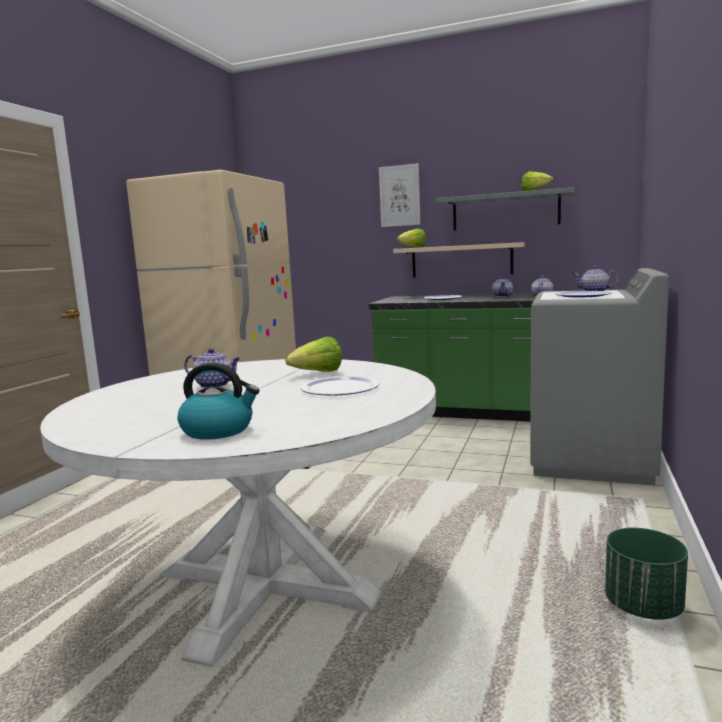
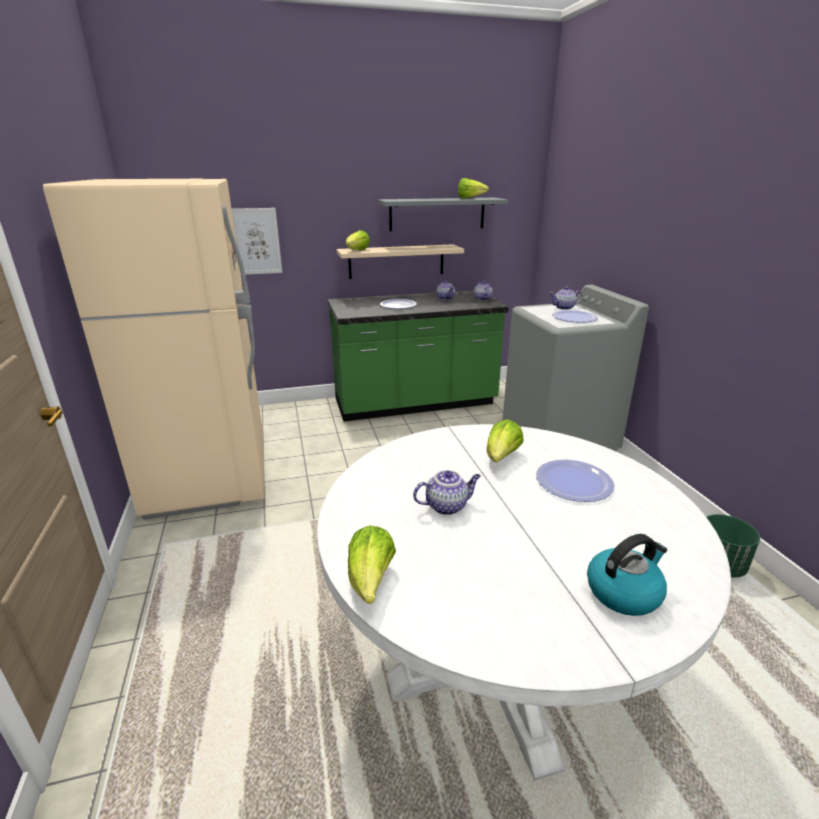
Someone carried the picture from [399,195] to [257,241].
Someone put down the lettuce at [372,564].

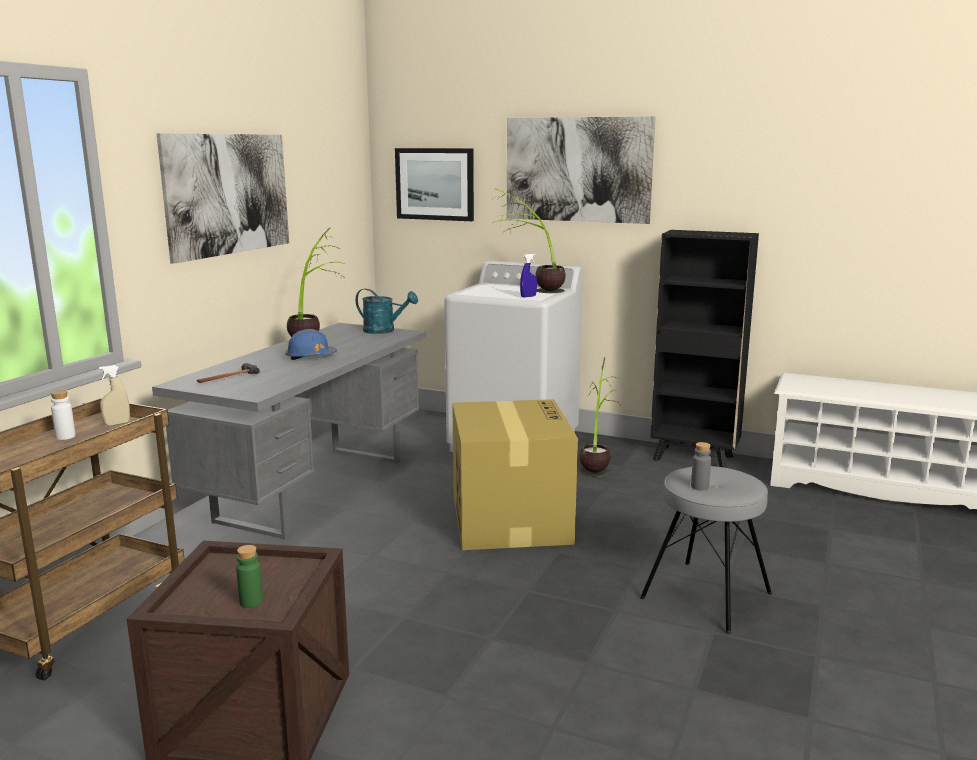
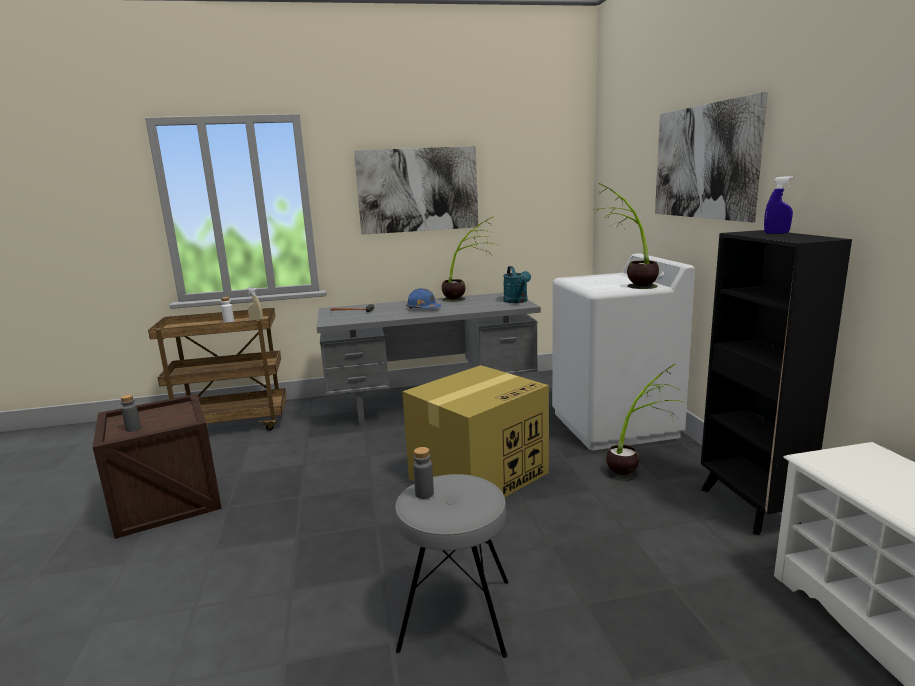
Someone repainted the green bottle at [249,576], which became the grey bottle at [130,413].
Someone took away the picture at [434,184].
Someone carried the blue spray bottle from [528,275] to [778,205].

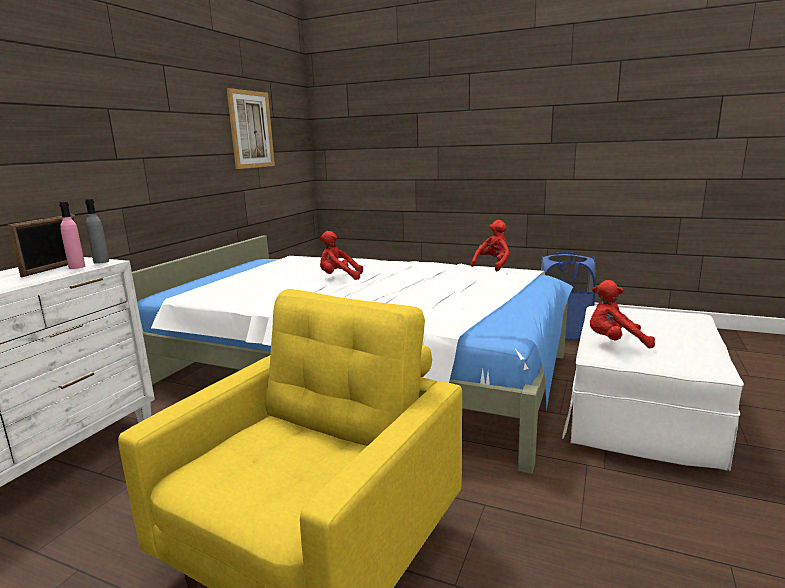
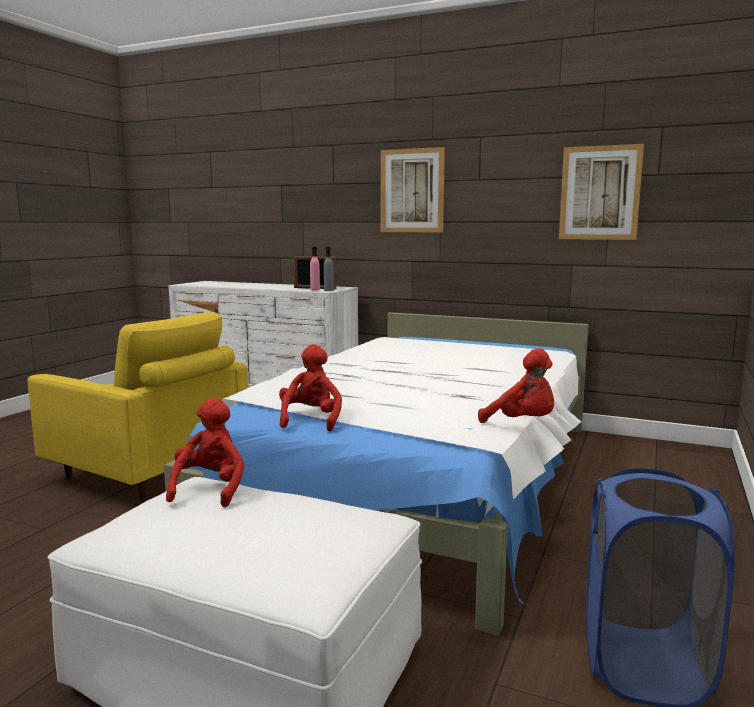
Someone carried the red plush toy from [341,255] to [310,387].
Someone put up the picture at [413,190].

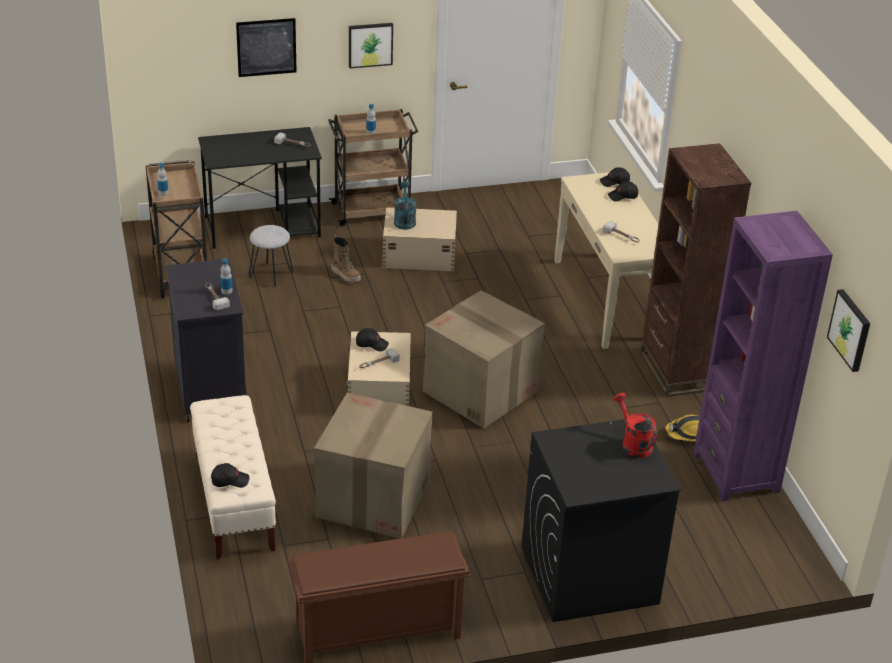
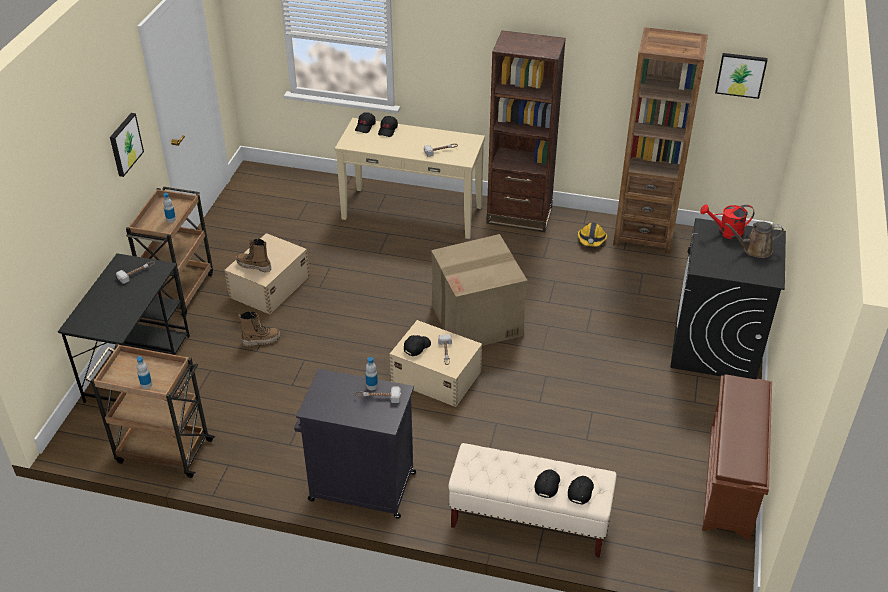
Someone took away the picture at [266,47].
Someone took away the grey stool at [271,256].
Someone took away the cardboard box at [373,466].
Someone swapped the turquoise watering can at [405,205] for the boot at [254,255].
Someone repainted the purple bookcase at [763,356], which became the brown bookcase at [660,140].
Someone put down the black cap at [547,483].
Someone put down the brown watering can at [754,239].

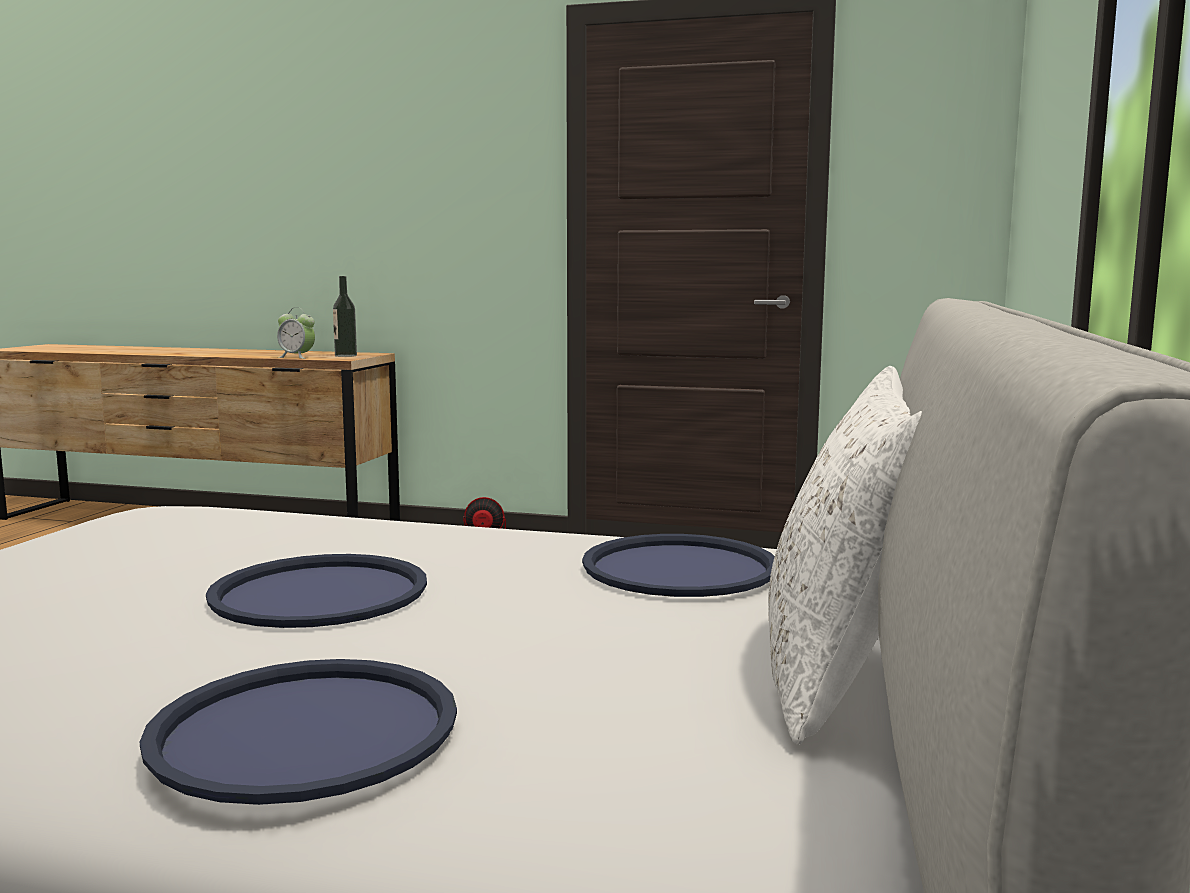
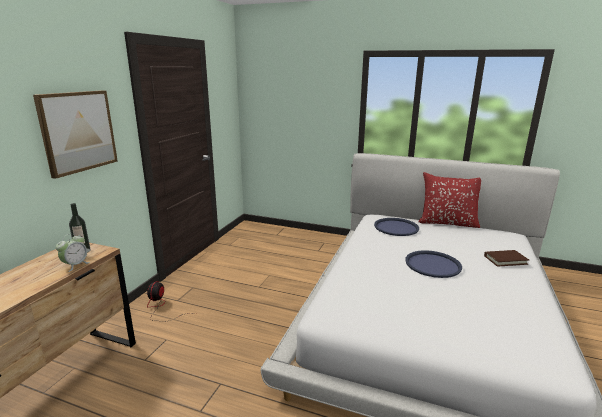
Someone swapped the blue tray at [298,732] for the brown book at [506,258].
Someone repainted the white pillow at [845,555], which became the red pillow at [449,200].
Someone put up the picture at [75,134].

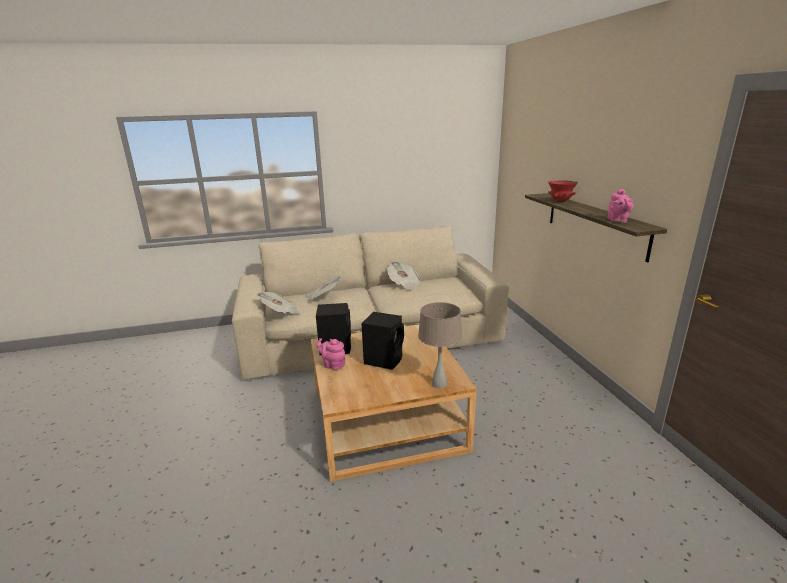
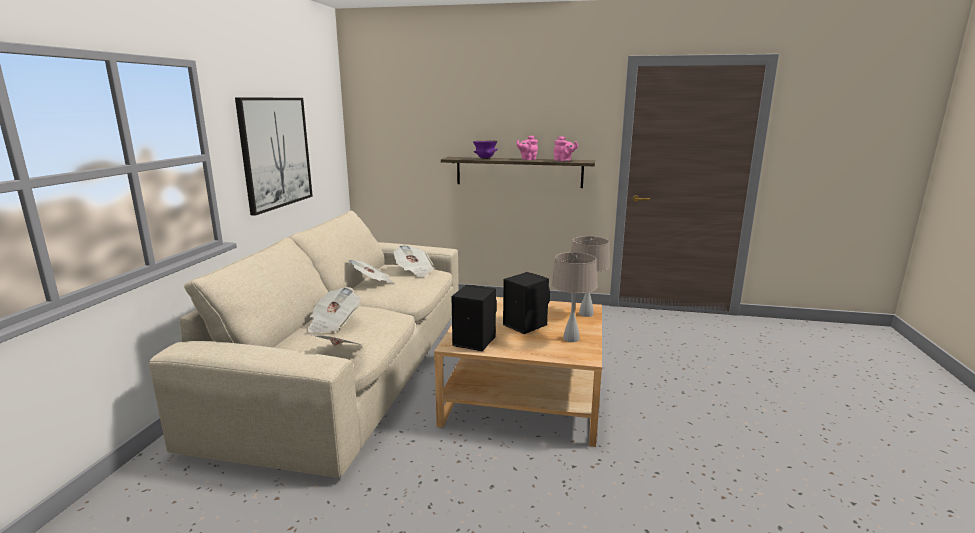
Someone carried the pink teapot from [331,354] to [527,148].
Someone repainted the red bowl at [563,191], which became the purple bowl at [485,149].
Someone put up the picture at [274,156].
Someone put down the newspaper at [414,261].
Someone put down the beige table lamp at [574,297].

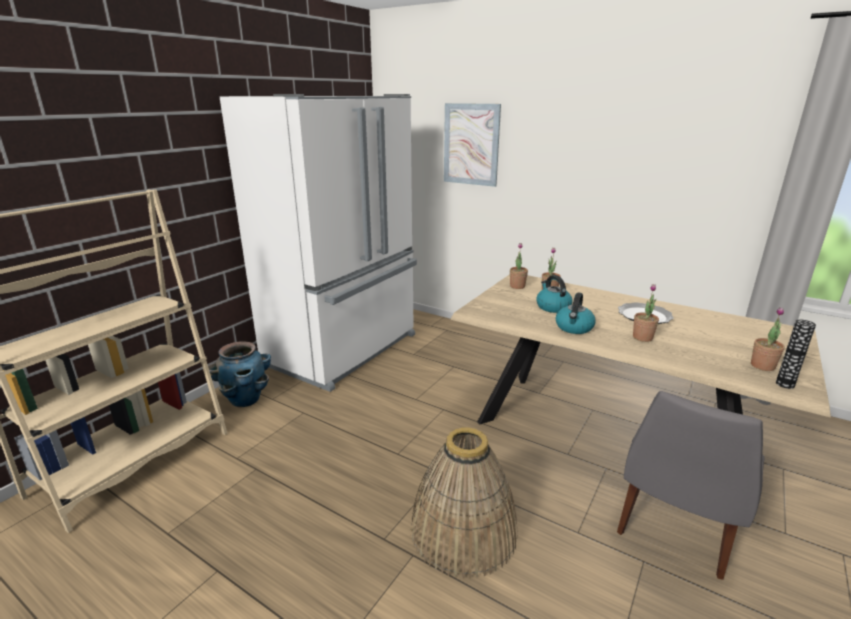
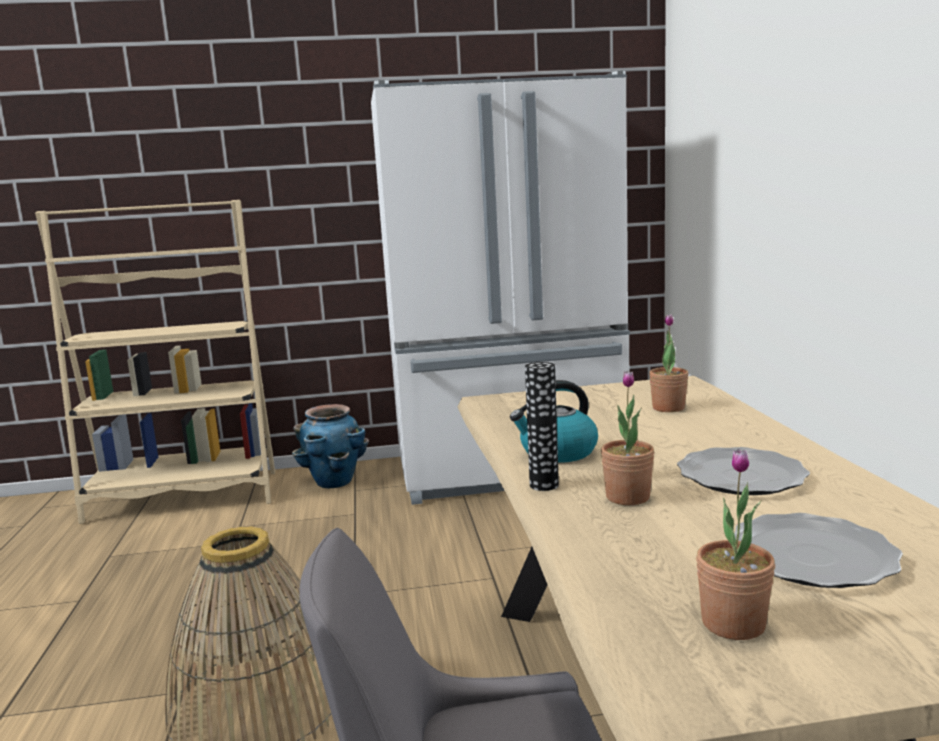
Someone took away the picture at [472,145].
Someone took away the potted plant at [519,266].
Someone took away the kettle at [554,294].
Someone carried the vase from [796,354] to [542,426].
Someone put down the plate at [818,550].

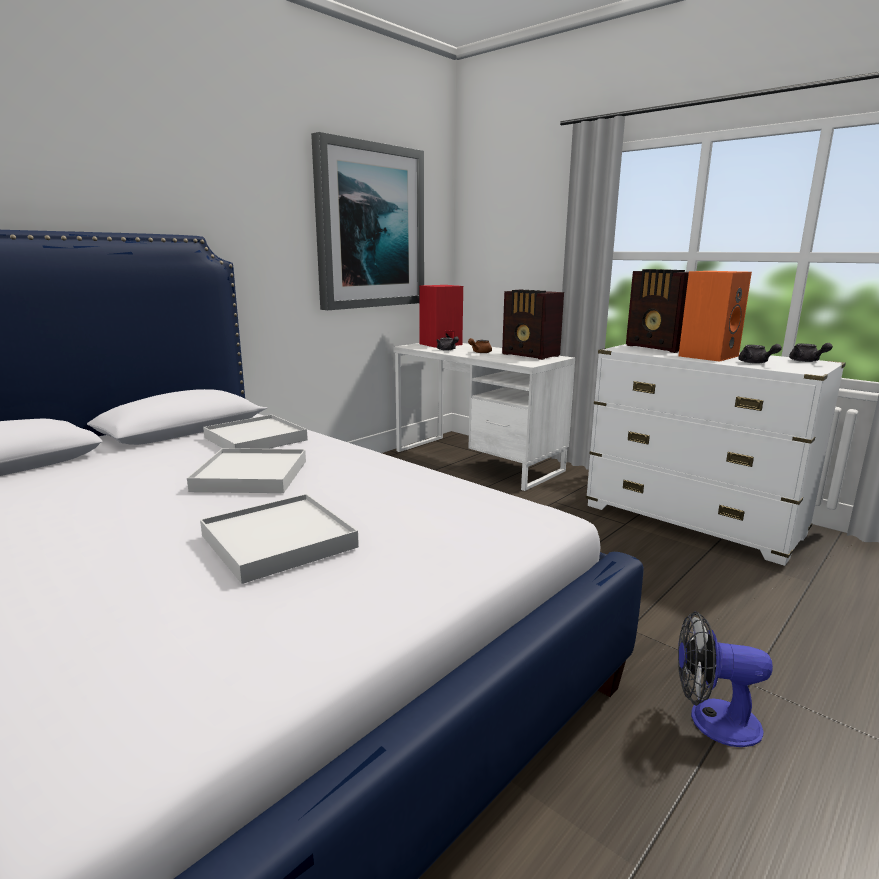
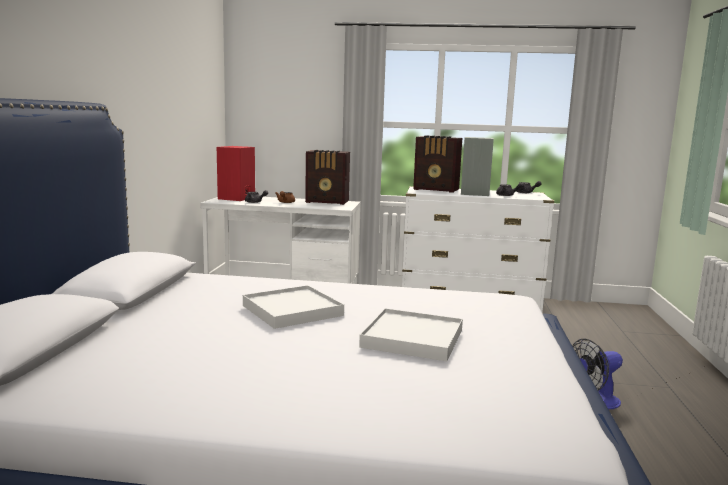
Someone took away the white tray at [255,432].
Someone took away the picture at [367,221].
Someone repainted the orange speaker at [715,316], which became the grey speaker at [477,166].

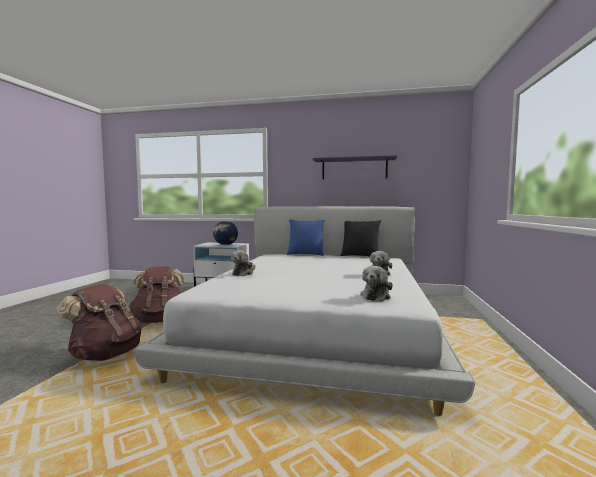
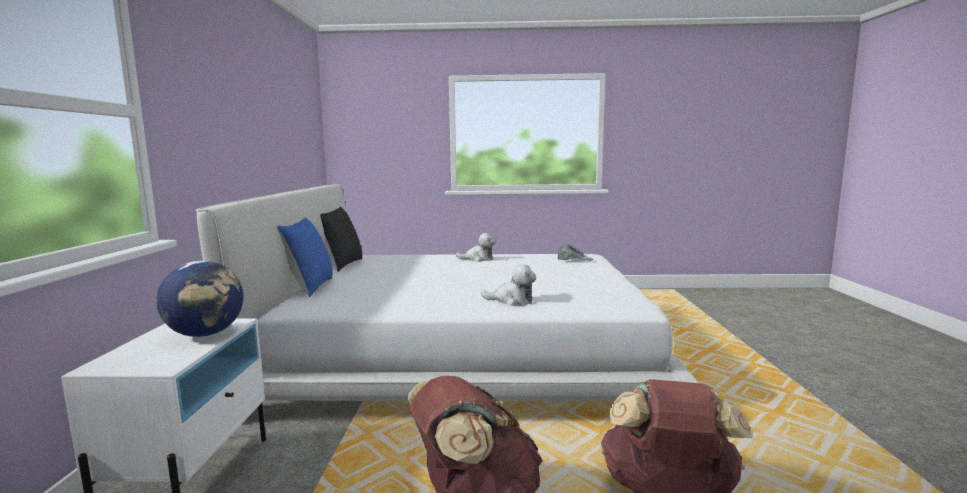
Someone took away the purple shelf at [355,167].
Someone swapped the plush toy at [376,284] for the grey cap at [575,252].

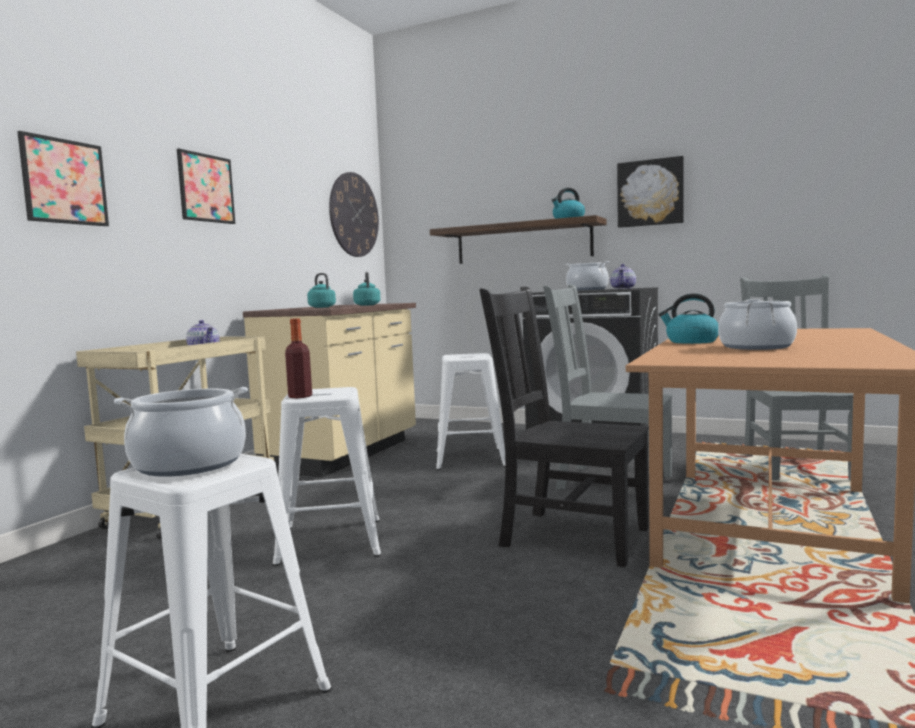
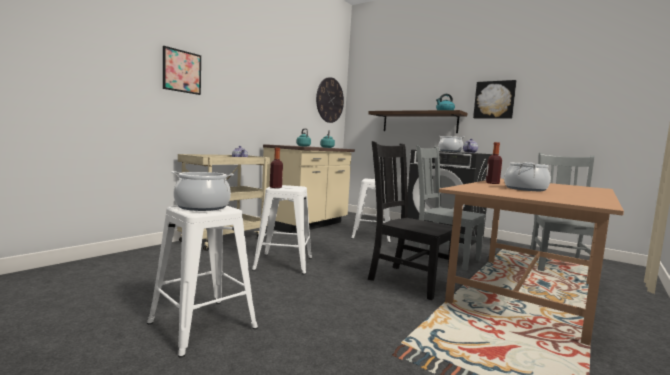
Someone took away the picture at [206,186].
Someone swapped the kettle at [688,318] for the bottle at [494,163].

